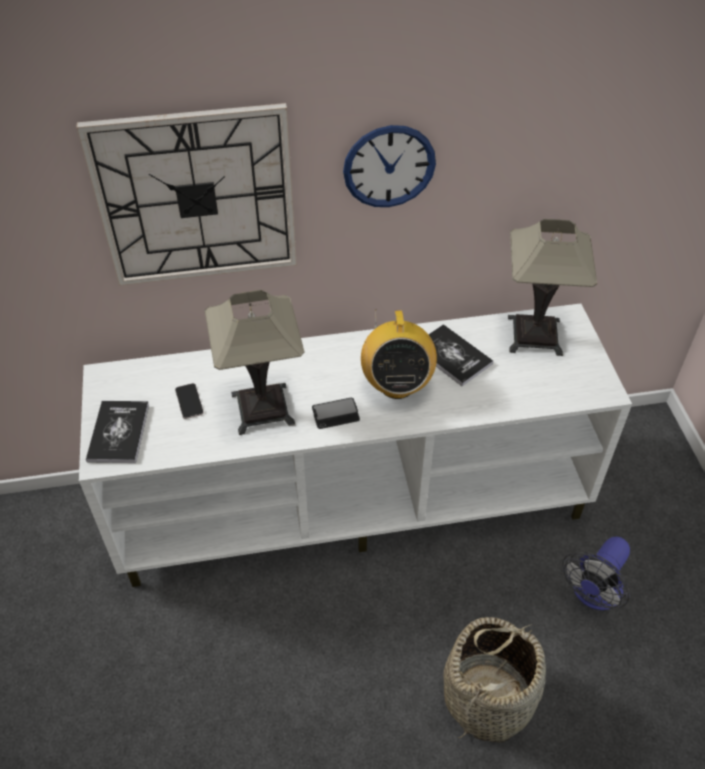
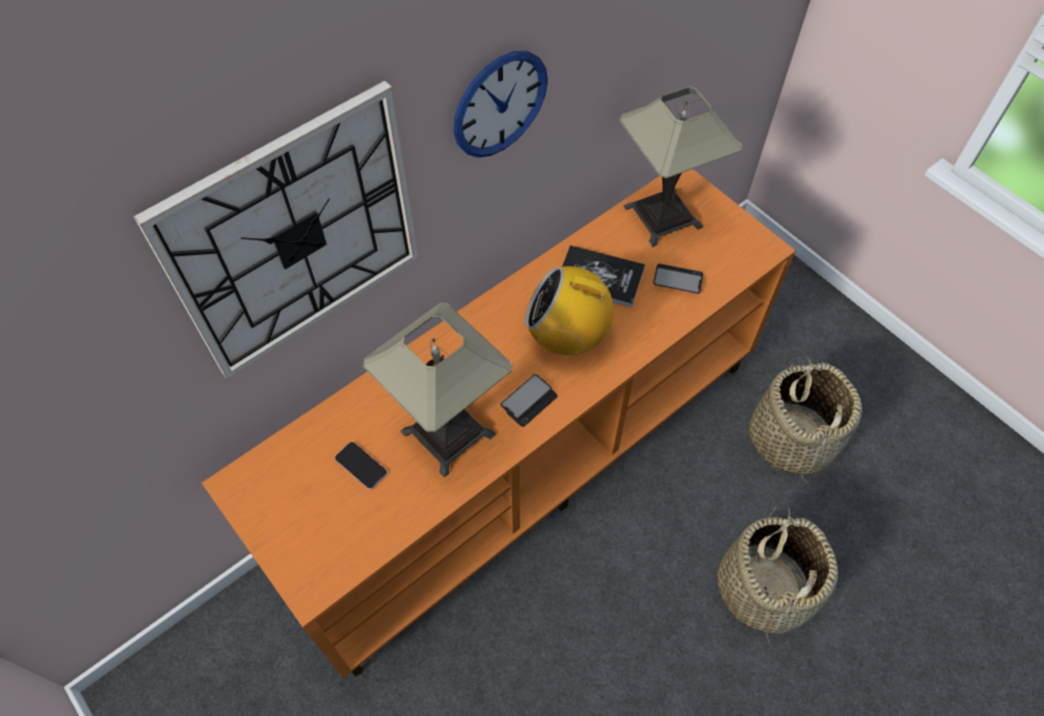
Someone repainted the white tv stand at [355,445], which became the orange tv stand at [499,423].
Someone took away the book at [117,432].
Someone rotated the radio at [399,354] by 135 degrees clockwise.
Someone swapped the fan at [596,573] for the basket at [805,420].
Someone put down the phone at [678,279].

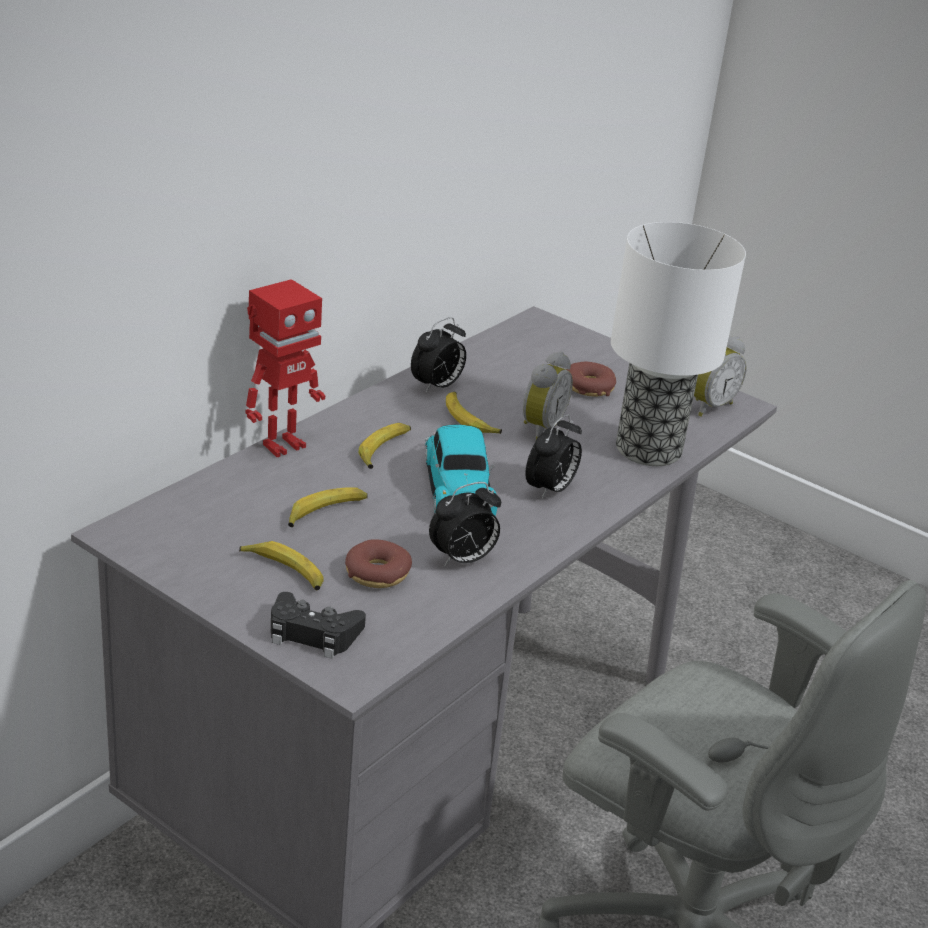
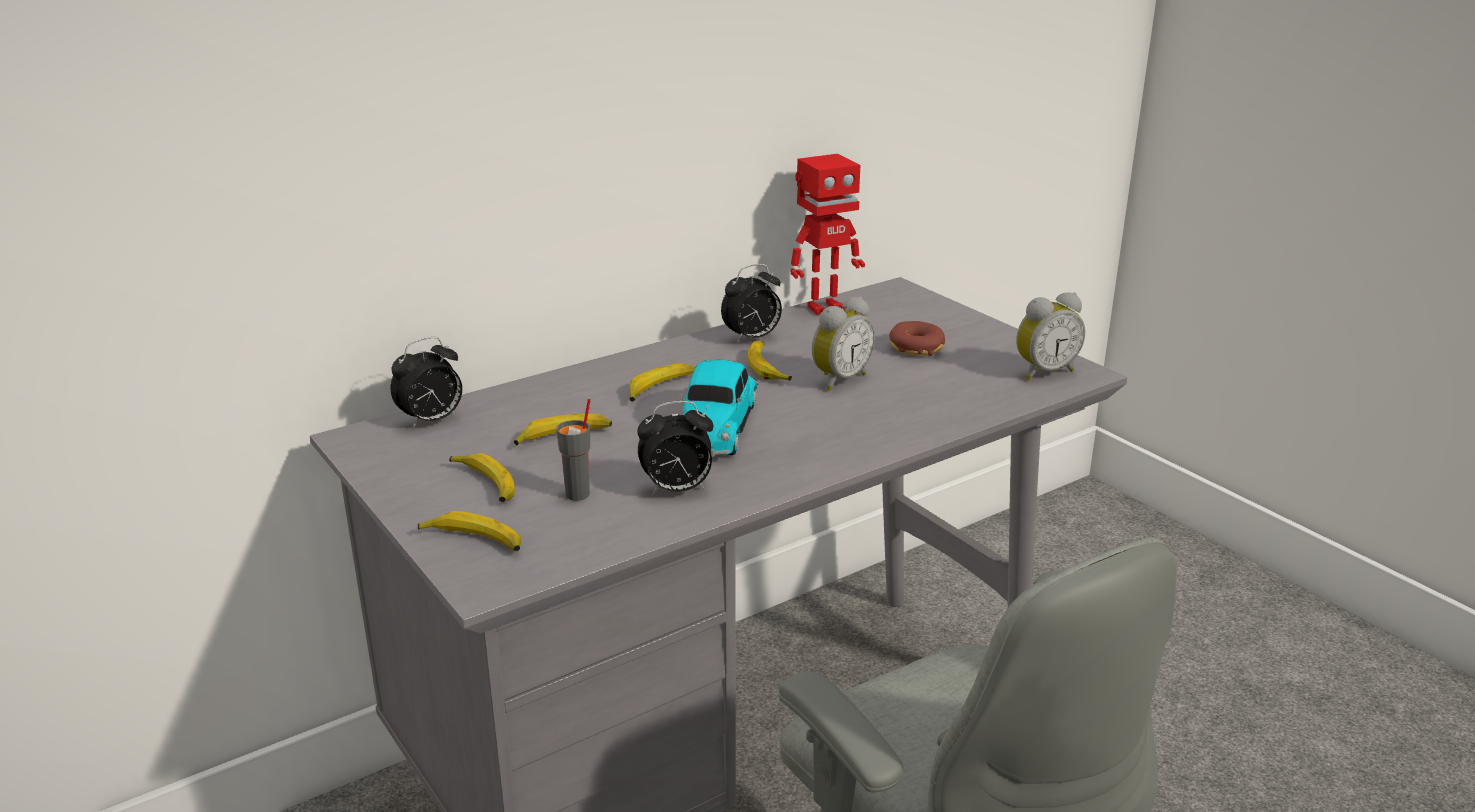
Someone carried the toy robot from [285,368] to [828,234].
Someone swapped the black game controller at [318,625] for the banana at [469,531].
Someone swapped the donut at [378,563] for the grey cup at [573,450].
Someone carried the alarm clock from [553,457] to [426,383].
Someone took away the table lamp at [678,344].

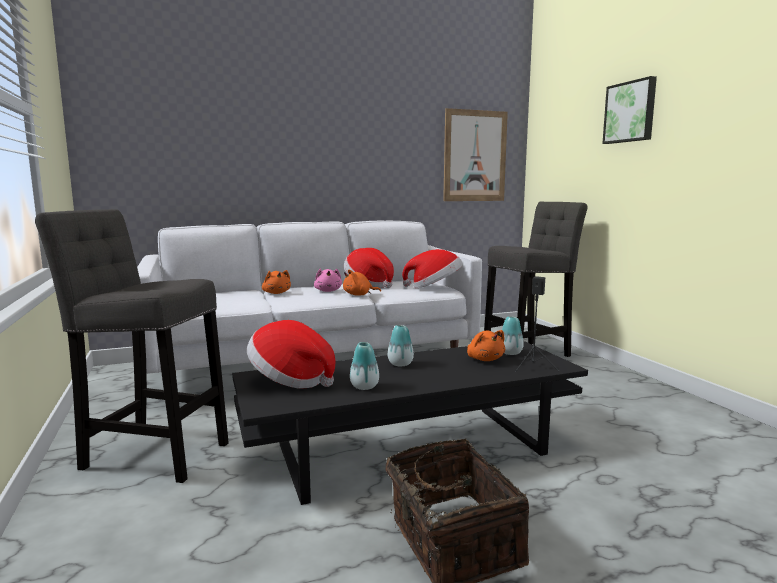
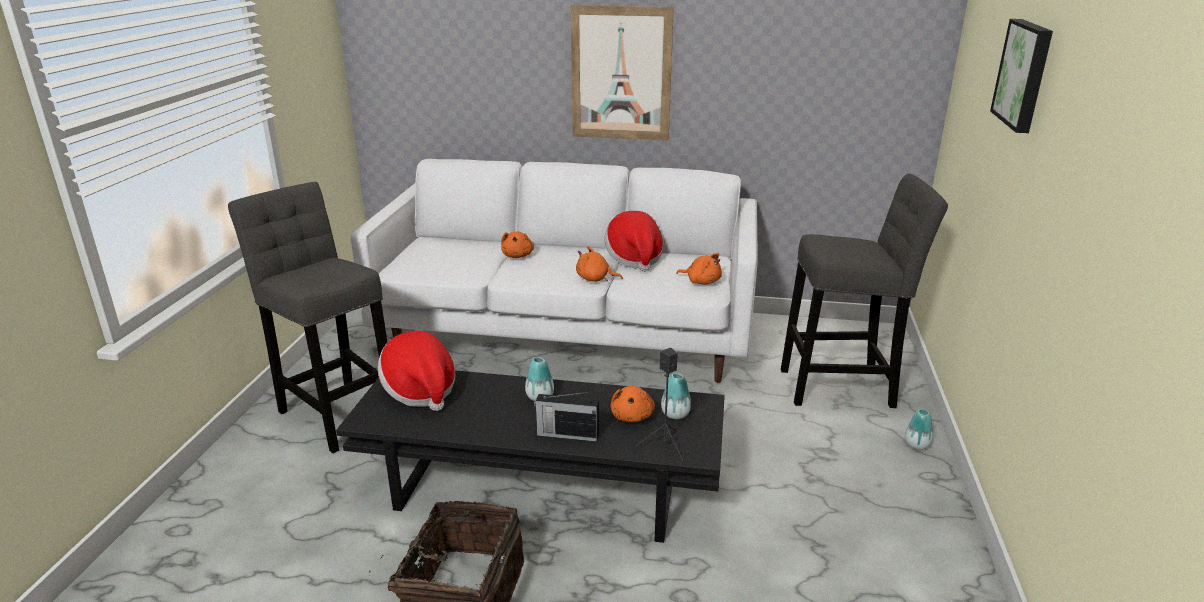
Someone took away the pink plush toy at [328,280].
Someone carried the vase from [364,366] to [919,429].
Someone swapped the hat at [432,268] for the orange plush toy at [699,268].
Someone carried the picture from [475,154] to [622,73].
Someone put down the radio at [566,417].

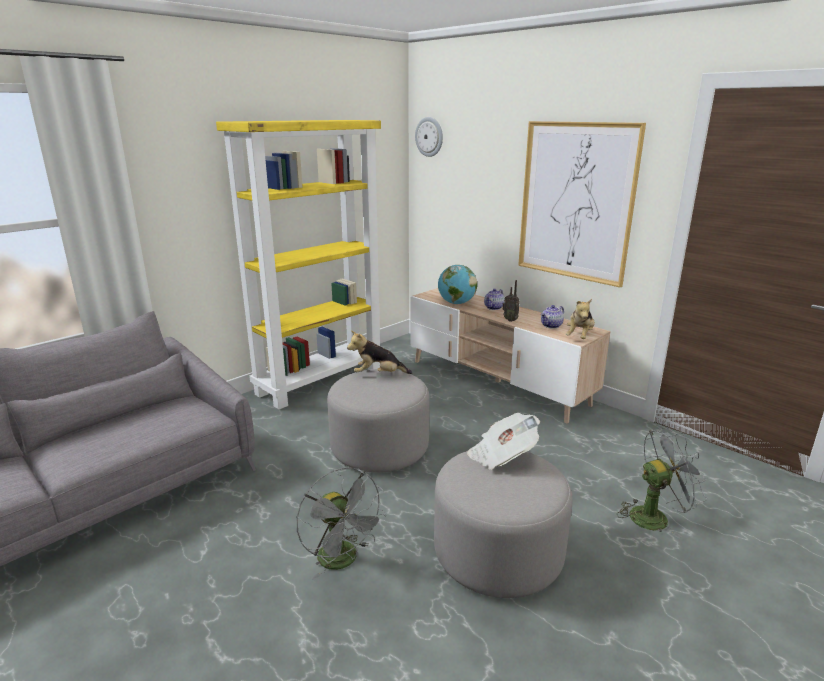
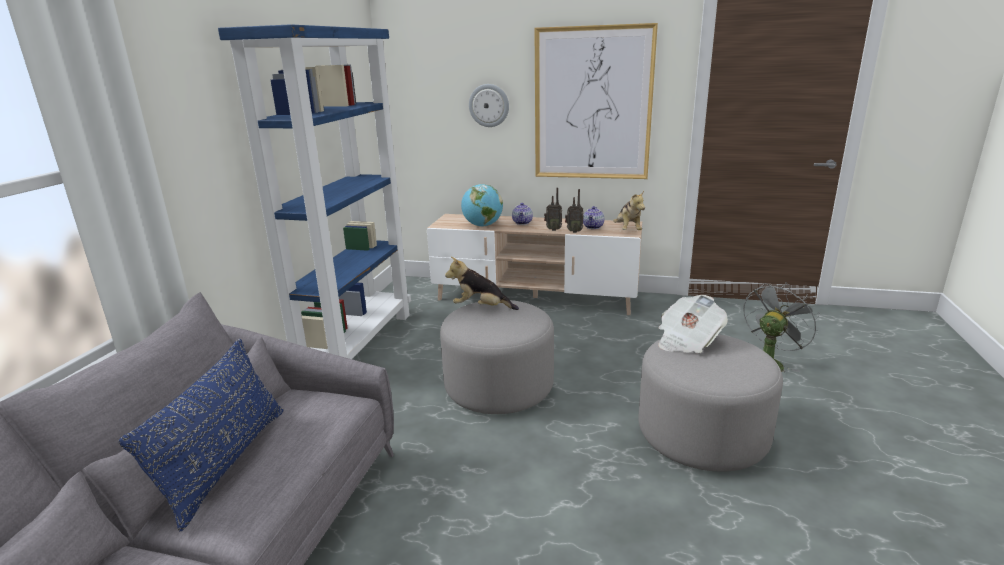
Someone repainted the yellow bookcase at [298,264], which became the blue bookcase at [314,191].
Someone took away the grey fan at [342,523].
Someone rotated the plush toy at [379,352] by 45 degrees clockwise.
Someone carried the wall clock from [429,137] to [489,105].
Someone put down the blue pillow at [201,435].
Someone put down the radio at [574,211].

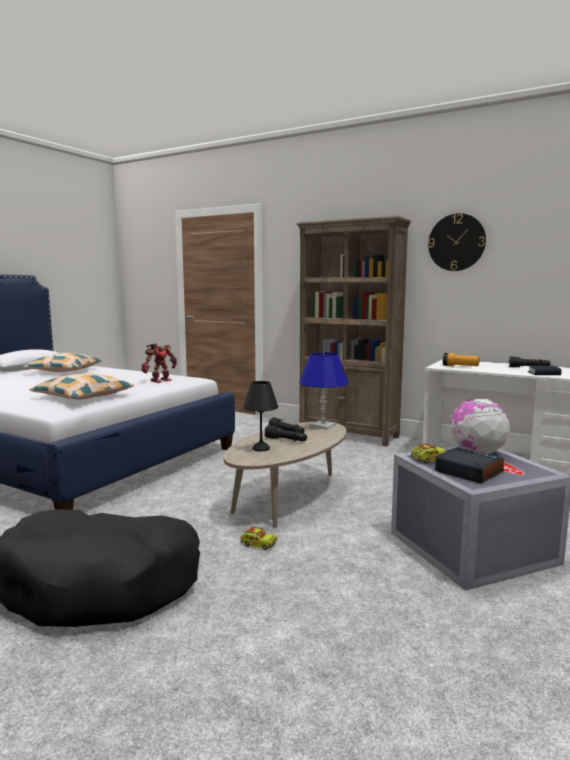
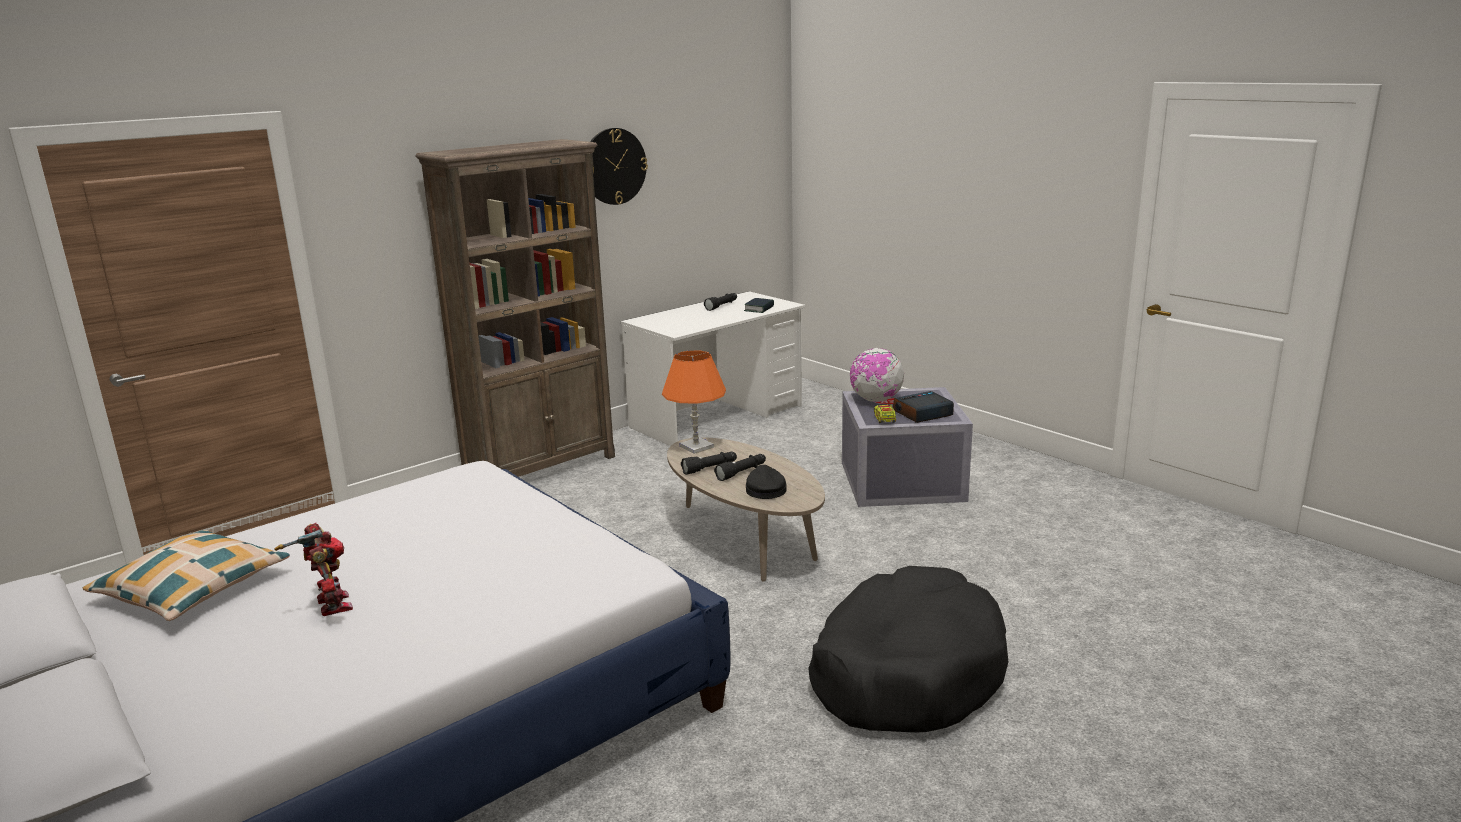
Someone took away the pillow at [81,386].
Someone carried the toy robot from [159,363] to [313,569].
Someone took away the toy truck at [259,538].
Someone swapped the black table lamp at [260,416] for the black cap at [766,482].
Someone repainted the blue table lamp at [323,391], which became the orange table lamp at [694,402].
Someone took away the flashlight at [461,359].

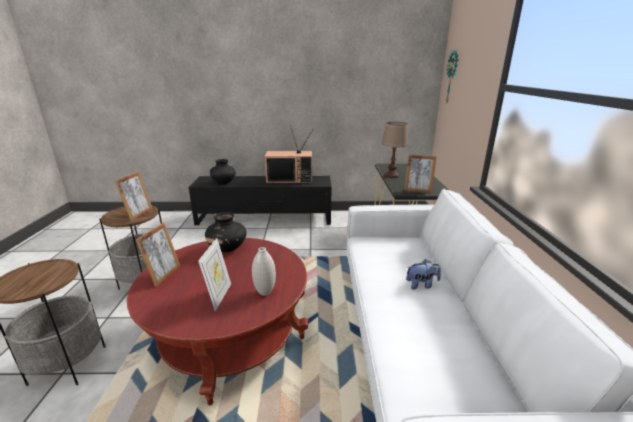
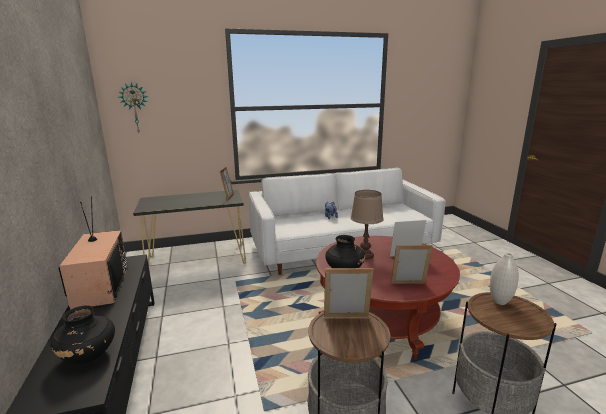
Someone carried the white vase from [264,271] to [504,279].
Someone carried the brown table lamp from [395,150] to [367,225].

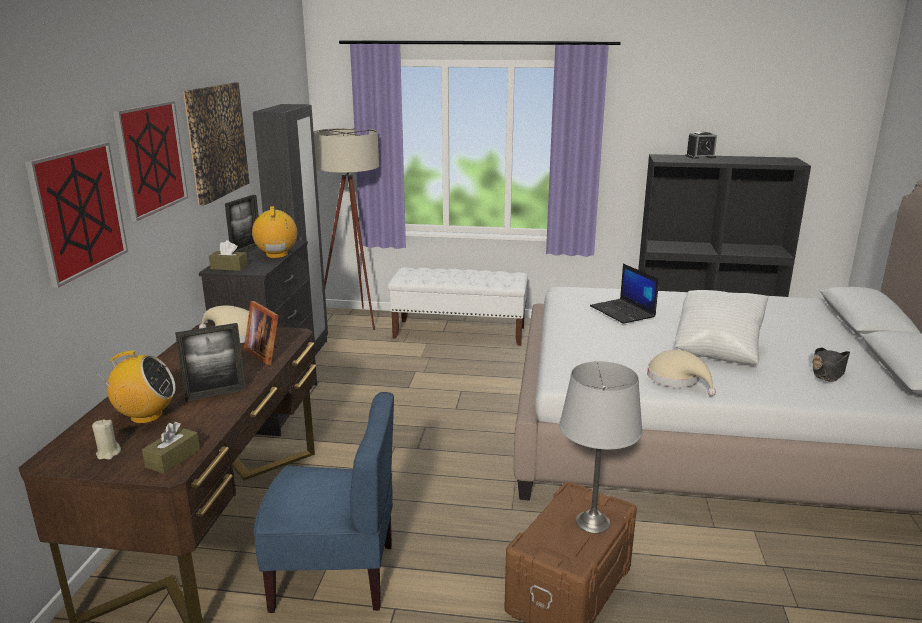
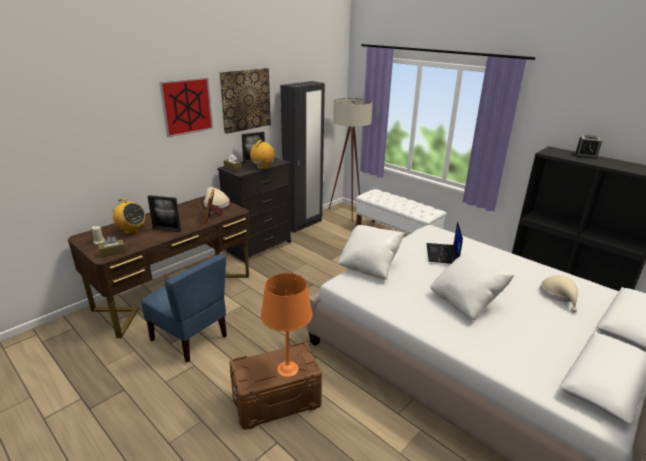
Someone took away the picture at [76,215].
Someone repainted the grey table lamp at [601,447], which became the orange table lamp at [286,325].
Someone carried the beige hat from [681,373] to [559,294].
Someone took away the black hat at [831,364].
Someone put down the white pillow at [371,252].

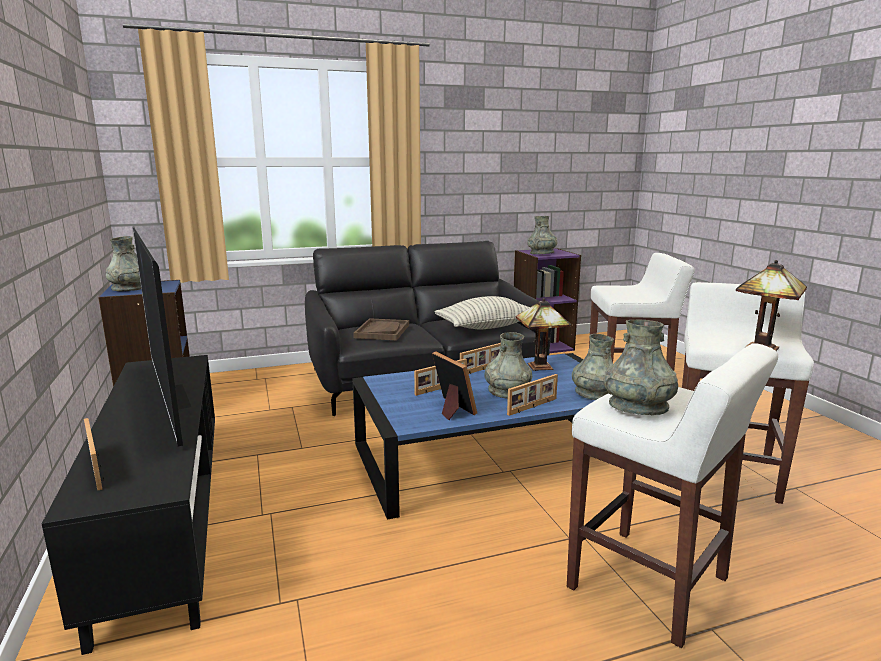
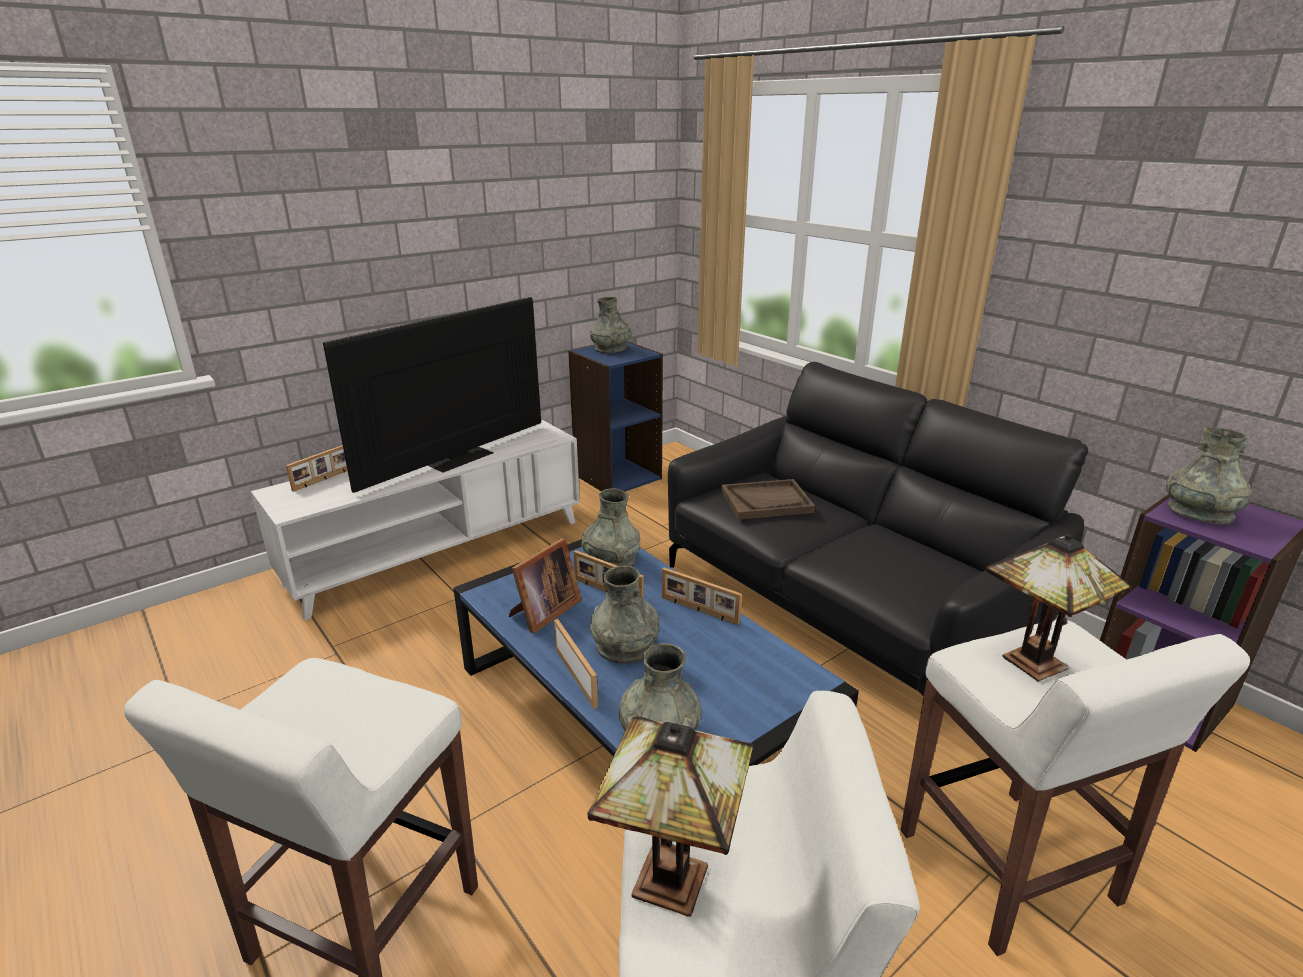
Someone repainted the black tv stand at [128,505], which became the white tv stand at [415,519].
Someone took away the pillow at [482,312].
Someone rotated the picture frame at [532,395] by 150 degrees counterclockwise.
Someone carried the table lamp from [543,334] to [1058,607].
Someone carried the grey vase from [641,367] to [610,527].

